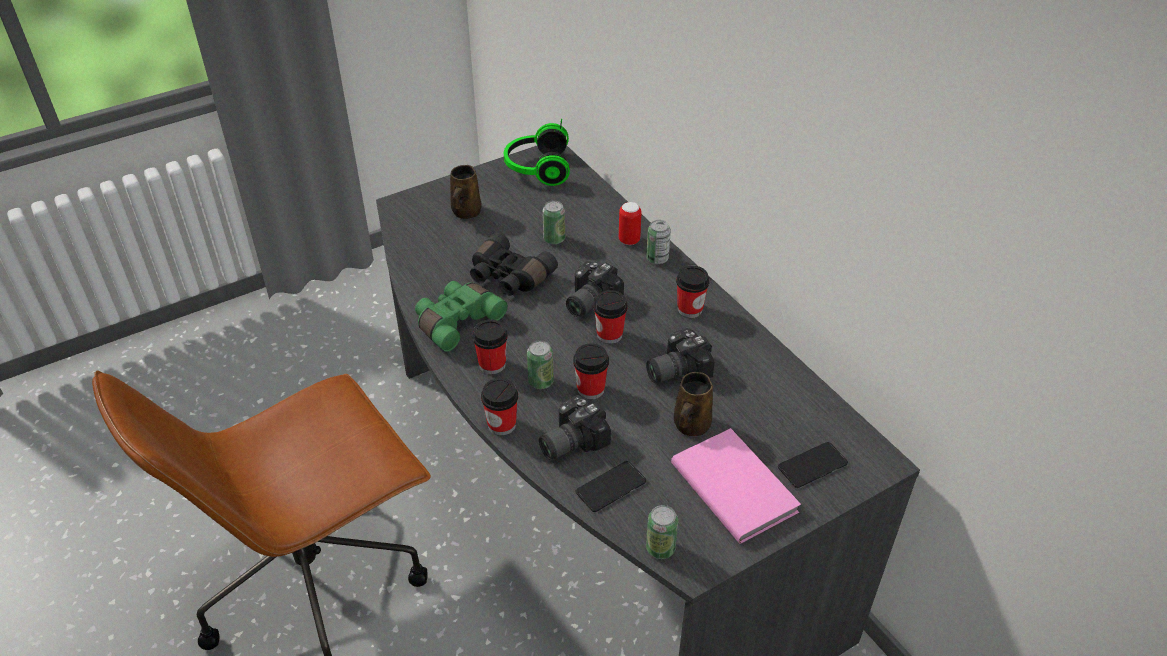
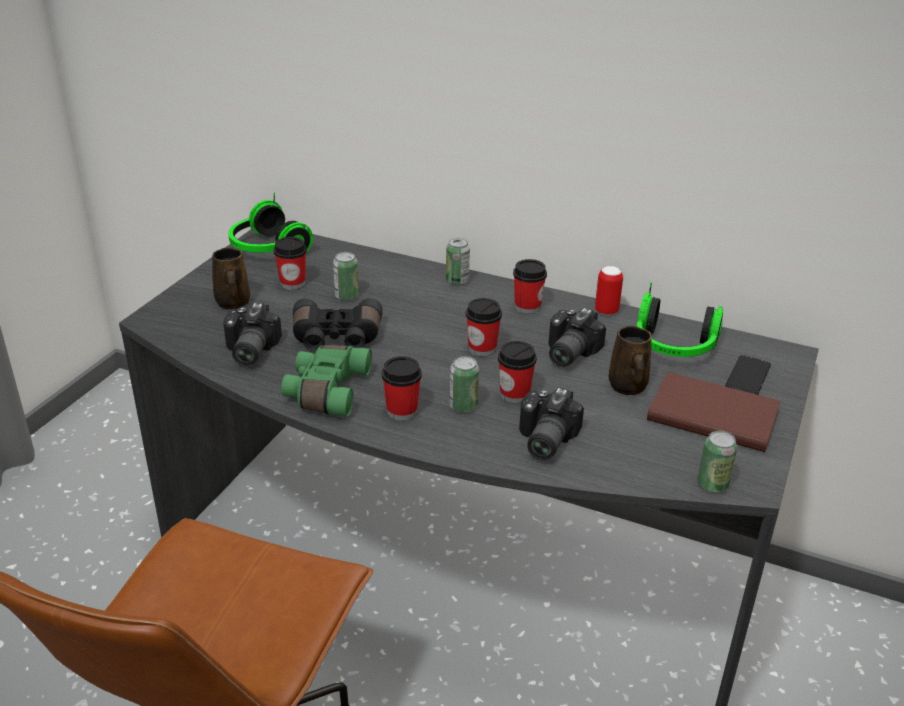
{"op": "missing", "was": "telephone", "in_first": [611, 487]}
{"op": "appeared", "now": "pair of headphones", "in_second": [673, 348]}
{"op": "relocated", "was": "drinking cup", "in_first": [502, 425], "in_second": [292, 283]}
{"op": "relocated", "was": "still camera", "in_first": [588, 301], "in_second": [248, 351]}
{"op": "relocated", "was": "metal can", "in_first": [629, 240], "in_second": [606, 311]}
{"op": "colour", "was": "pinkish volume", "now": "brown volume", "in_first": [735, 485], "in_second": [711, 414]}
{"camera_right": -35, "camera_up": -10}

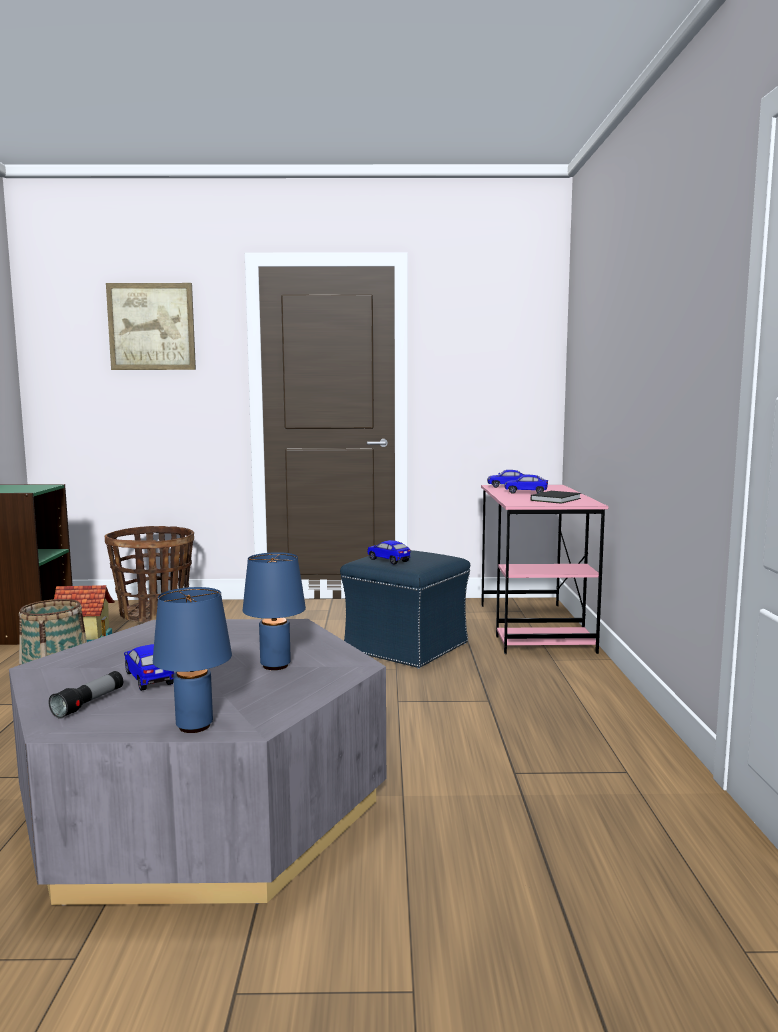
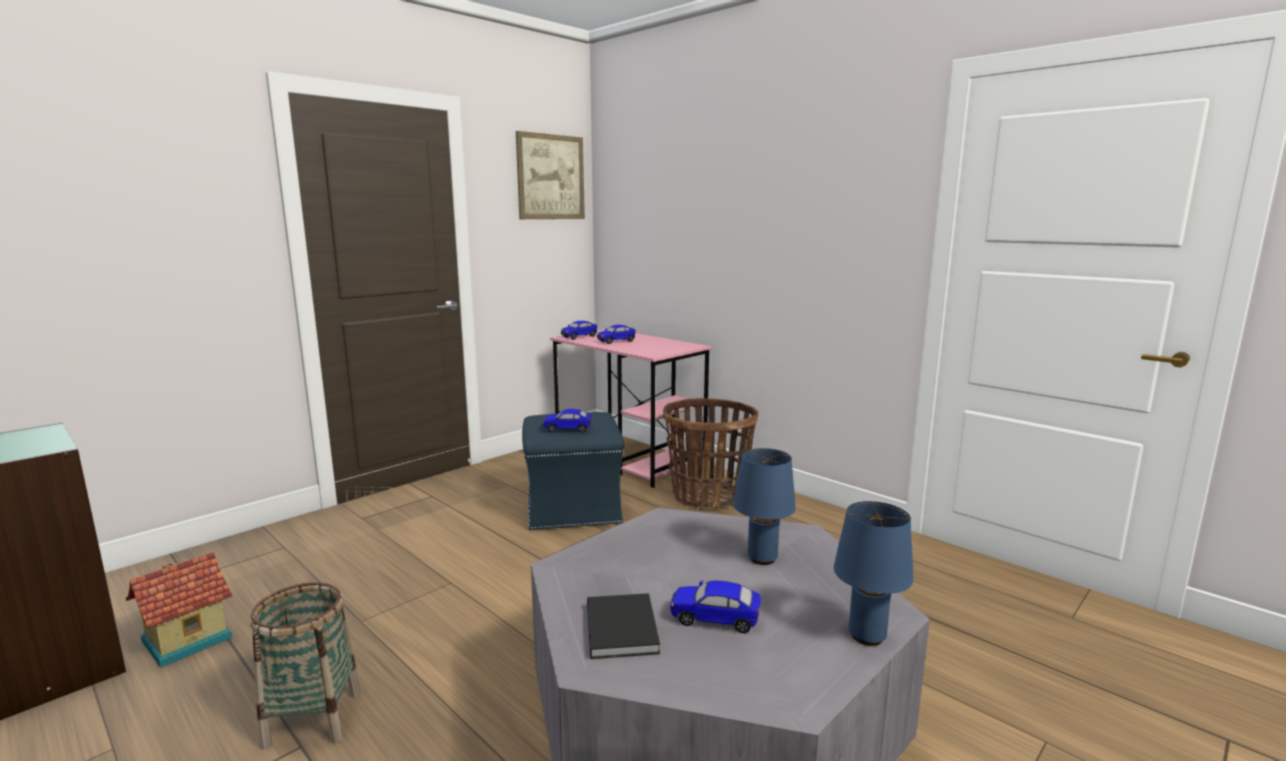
{"op": "missing", "was": "hand torch", "in_first": [89, 704]}
{"op": "relocated", "was": "basket", "in_first": [154, 615], "in_second": [707, 496]}
{"op": "relocated", "was": "wall art", "in_first": [151, 327], "in_second": [551, 177]}
{"op": "relocated", "was": "black-coloured volume", "in_first": [557, 499], "in_second": [622, 627]}
{"camera_right": -45, "camera_up": 5}

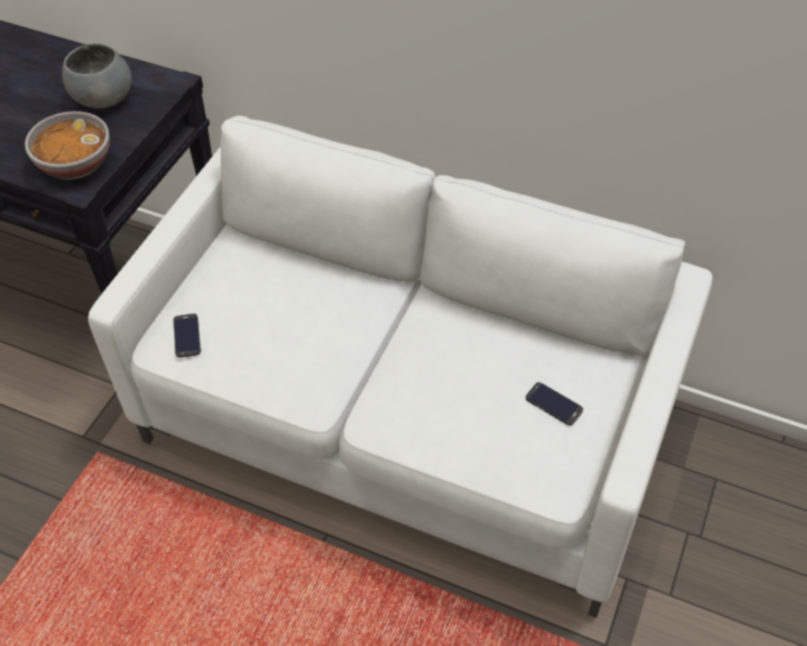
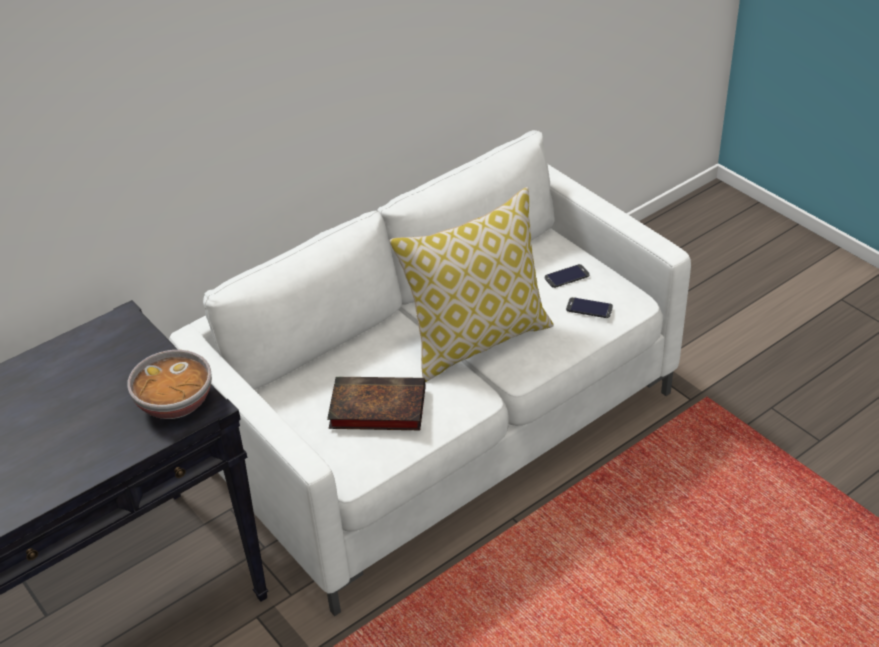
{"op": "missing", "was": "greyish serving bowl", "in_first": [103, 98]}
{"op": "appeared", "now": "volume", "in_second": [375, 409]}
{"op": "appeared", "now": "pillow", "in_second": [477, 339]}
{"op": "relocated", "was": "telephone", "in_first": [187, 335], "in_second": [589, 308]}
{"camera_right": -60, "camera_up": -10}

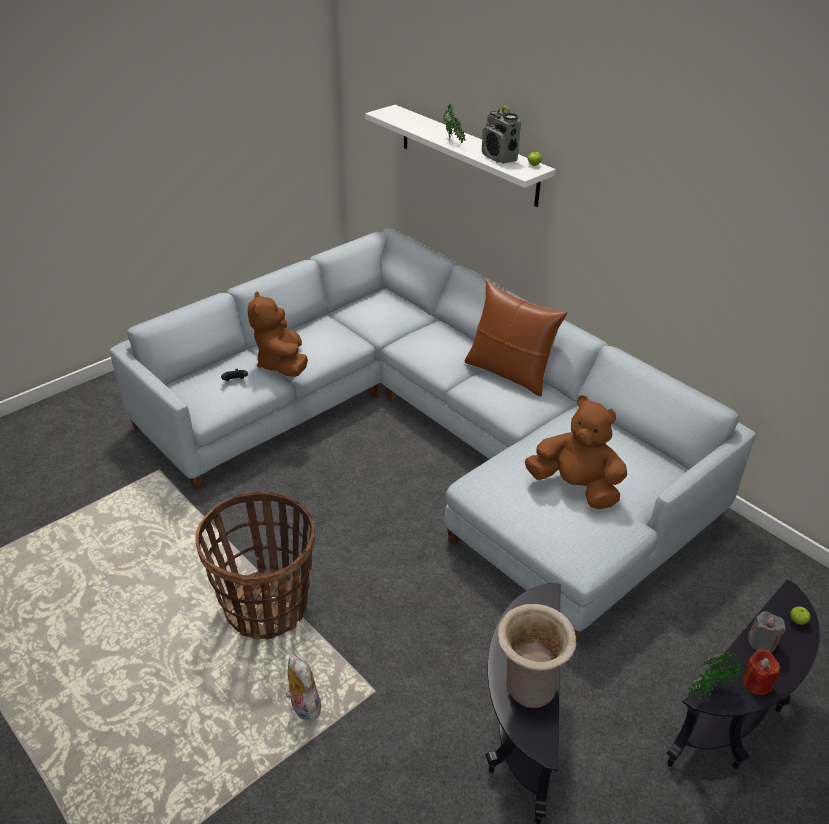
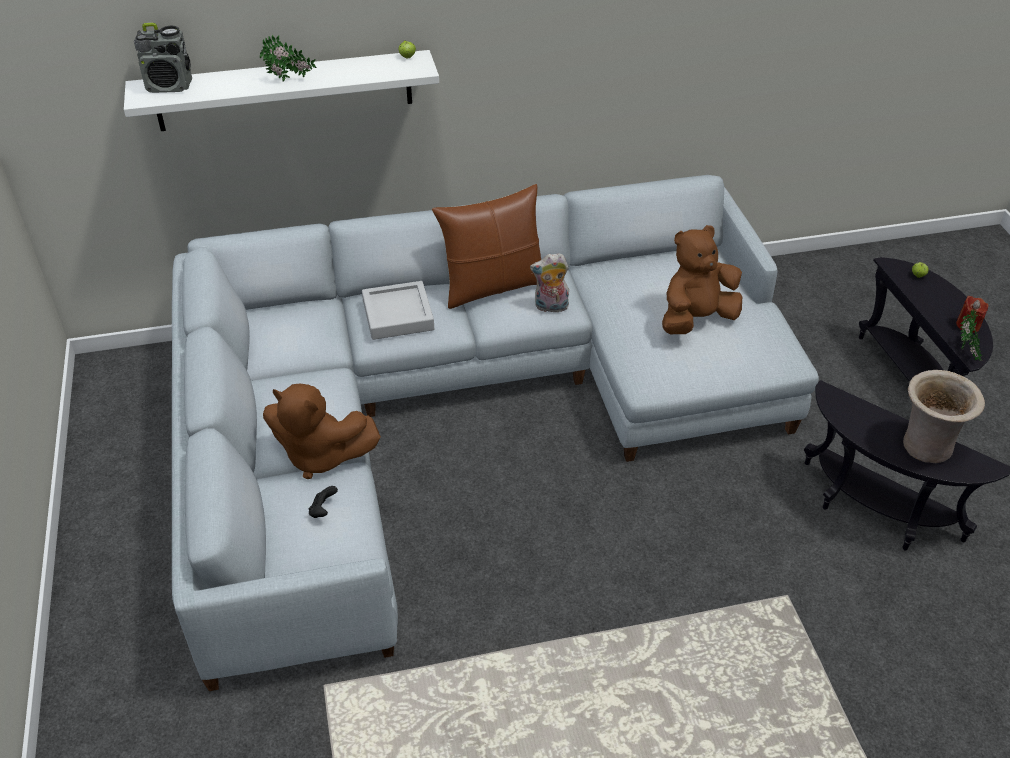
{"op": "missing", "was": "basket", "in_first": [266, 607]}
{"op": "missing", "was": "greyish wax candle", "in_first": [762, 642]}
{"op": "appeared", "now": "greyish carrying tray", "in_second": [398, 315]}
{"op": "relocated", "was": "plush toy", "in_first": [303, 706], "in_second": [550, 307]}
{"op": "relocated", "was": "radio", "in_first": [499, 158], "in_second": [170, 86]}
{"camera_right": -60, "camera_up": 5}

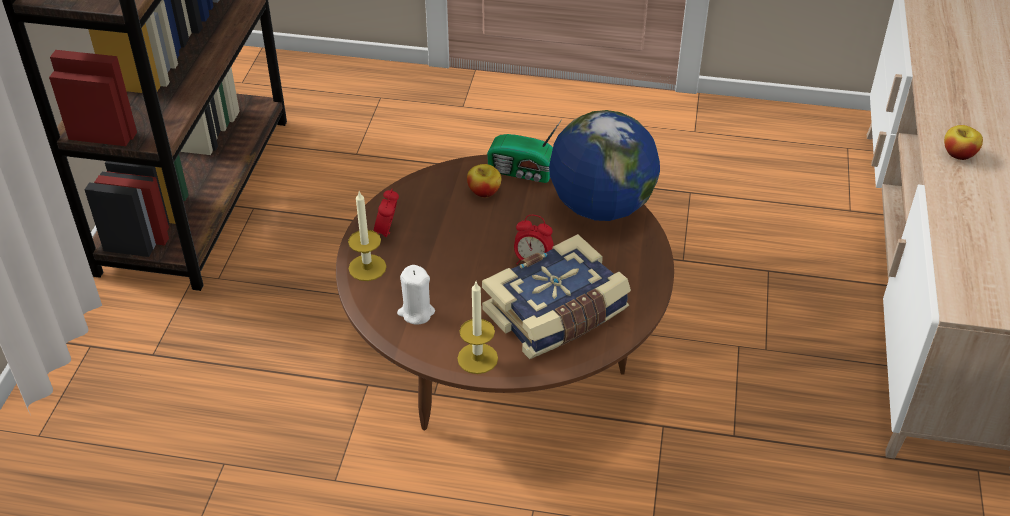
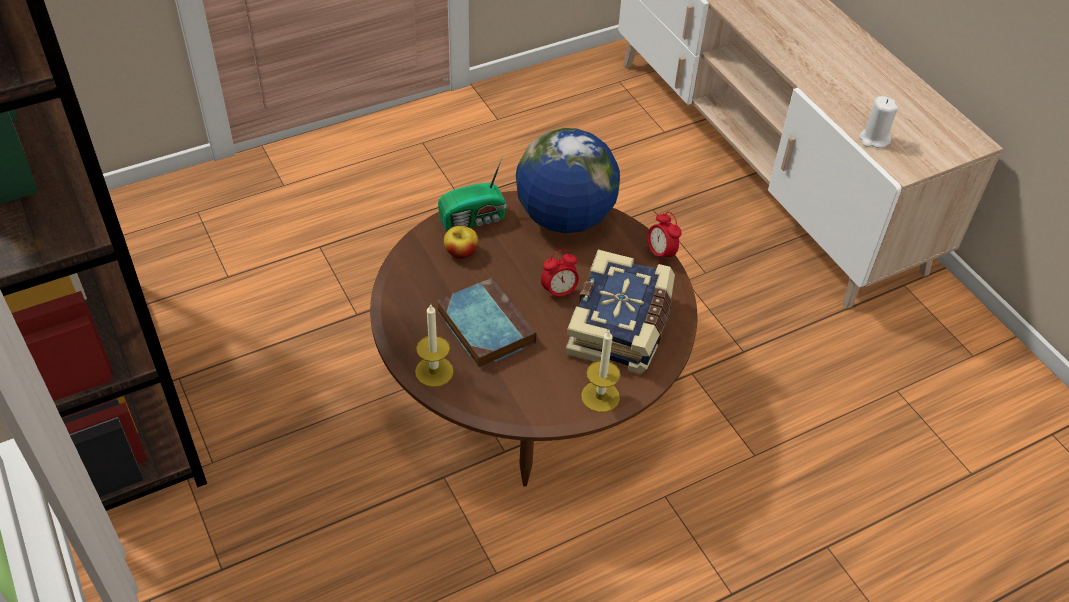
{"op": "missing", "was": "whole apple", "in_first": [958, 154]}
{"op": "appeared", "now": "volume", "in_second": [484, 326]}
{"op": "relocated", "was": "table clock", "in_first": [387, 233], "in_second": [660, 253]}
{"op": "relocated", "was": "white-coloured wax candle", "in_first": [416, 312], "in_second": [874, 139]}
{"camera_right": -40, "camera_up": 5}

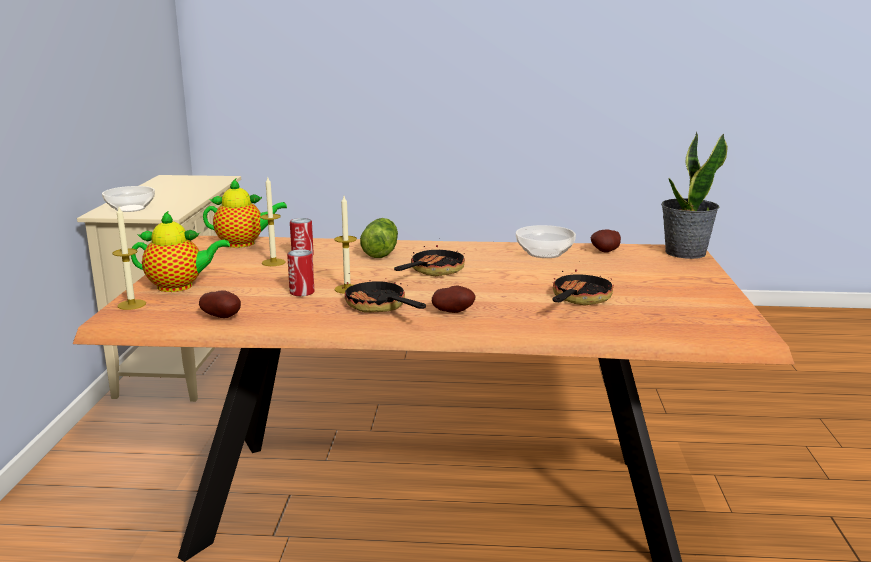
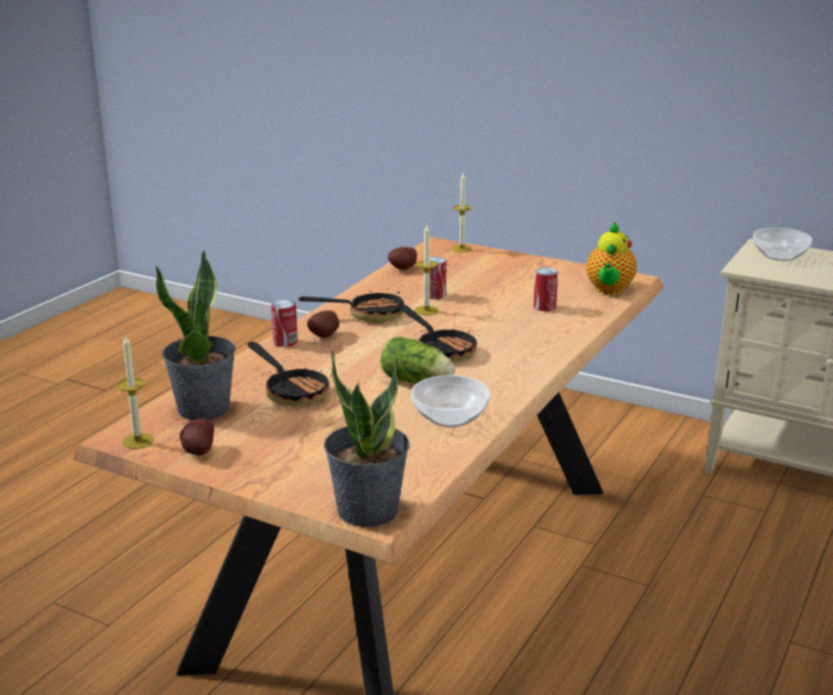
{"op": "missing", "was": "teapot", "in_first": [179, 286]}
{"op": "appeared", "now": "houseplant", "in_second": [204, 409]}
{"op": "appeared", "now": "metal can", "in_second": [285, 342]}
{"op": "relocated", "was": "wax candle", "in_first": [273, 262], "in_second": [138, 441]}
{"op": "relocated", "was": "lettuce", "in_first": [381, 251], "in_second": [418, 382]}
{"op": "relocated", "was": "potato", "in_first": [606, 252], "in_second": [197, 452]}
{"camera_right": 115, "camera_up": 5}

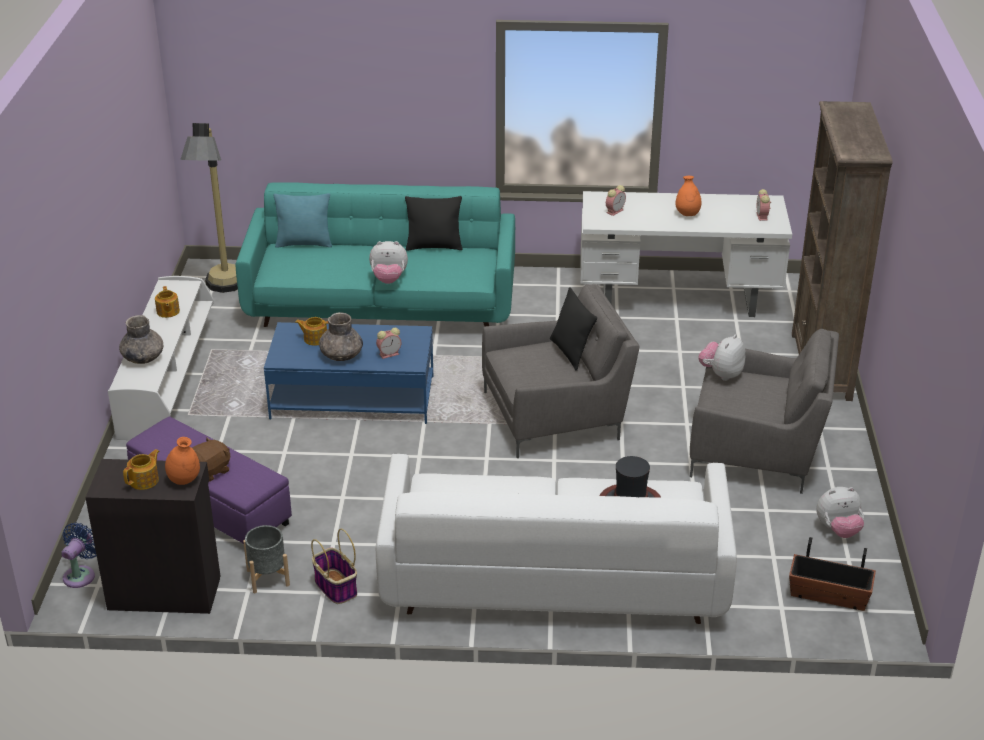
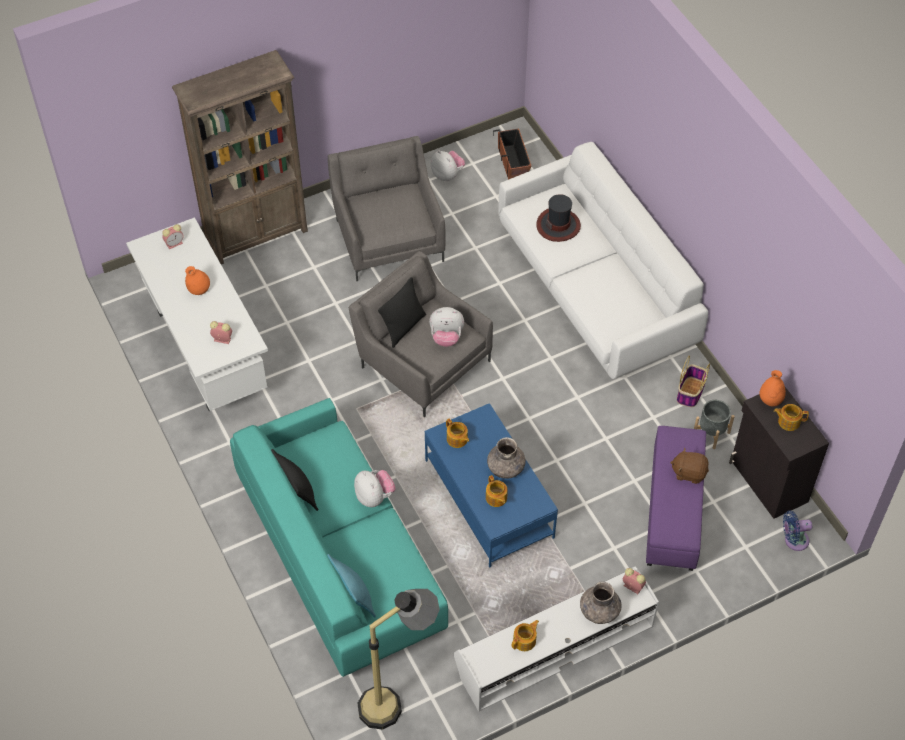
{"op": "appeared", "now": "teapot", "in_second": [457, 439]}
{"op": "relocated", "was": "table clock", "in_first": [389, 354], "in_second": [632, 586]}
{"op": "relocated", "was": "plush toy", "in_first": [721, 374], "in_second": [446, 337]}
{"camera_right": -120, "camera_up": 20}

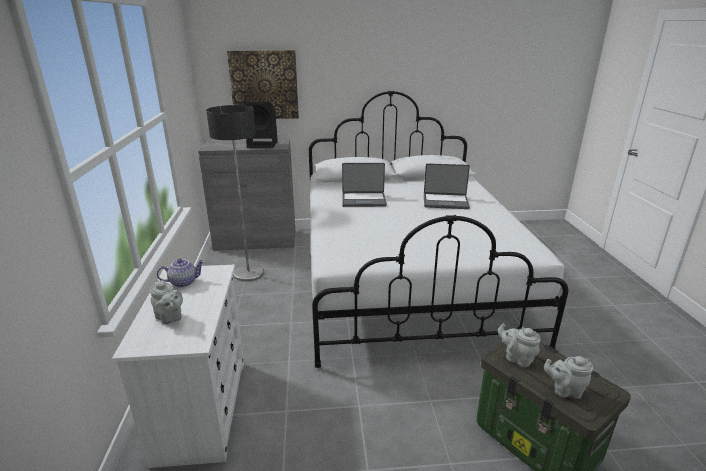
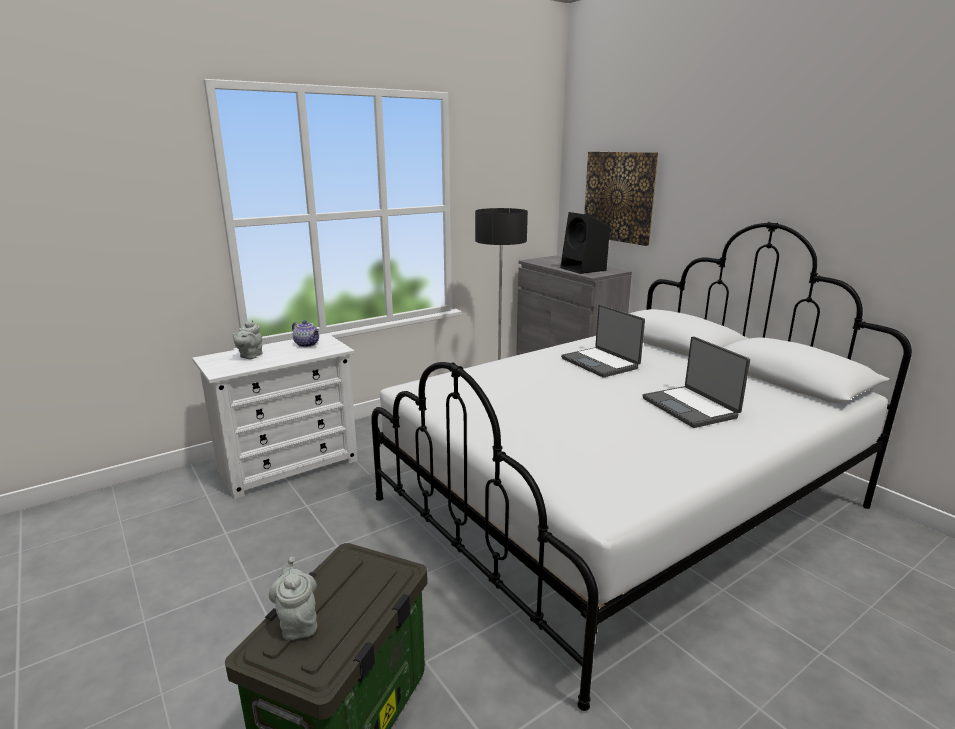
{"op": "missing", "was": "greyish teapot", "in_first": [517, 358]}
{"camera_right": 60, "camera_up": -5}

